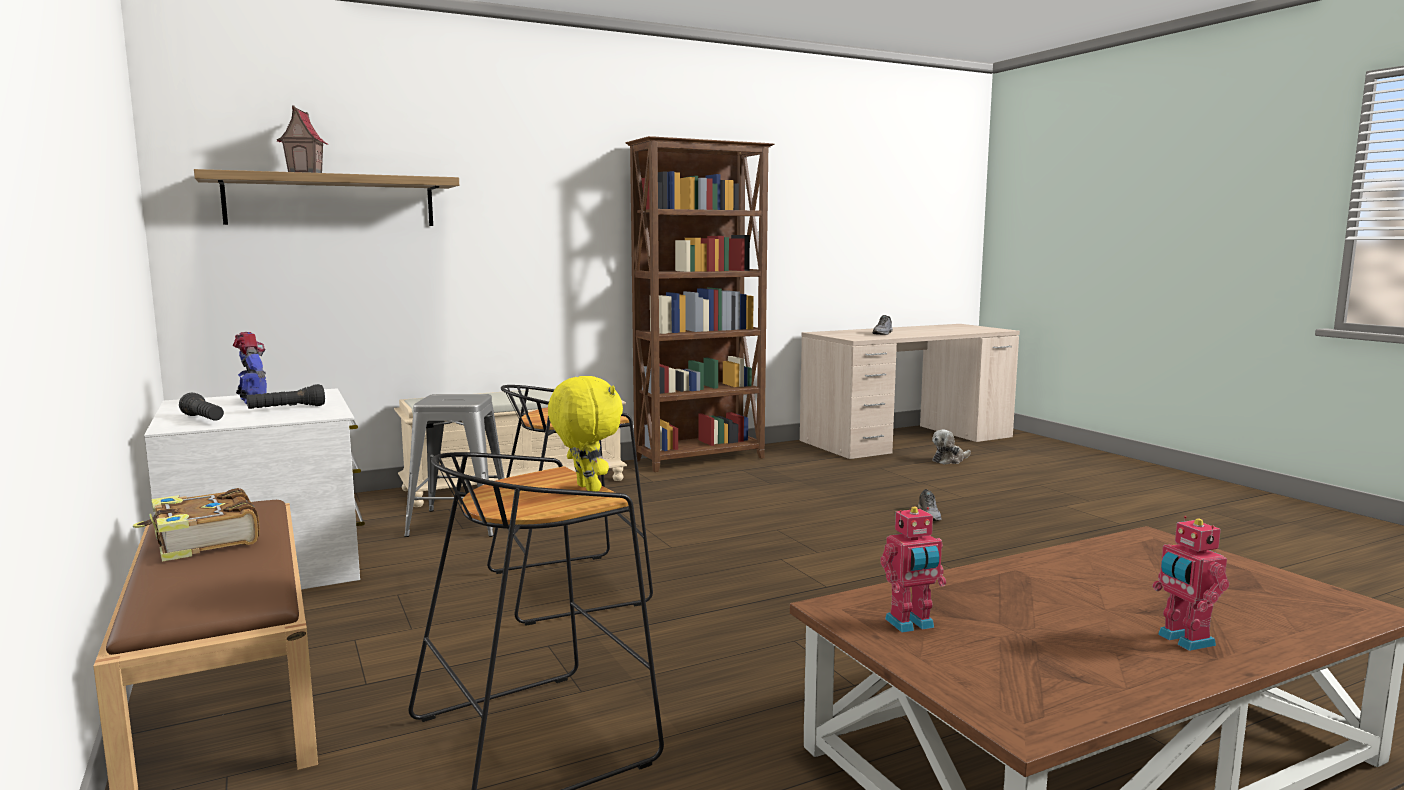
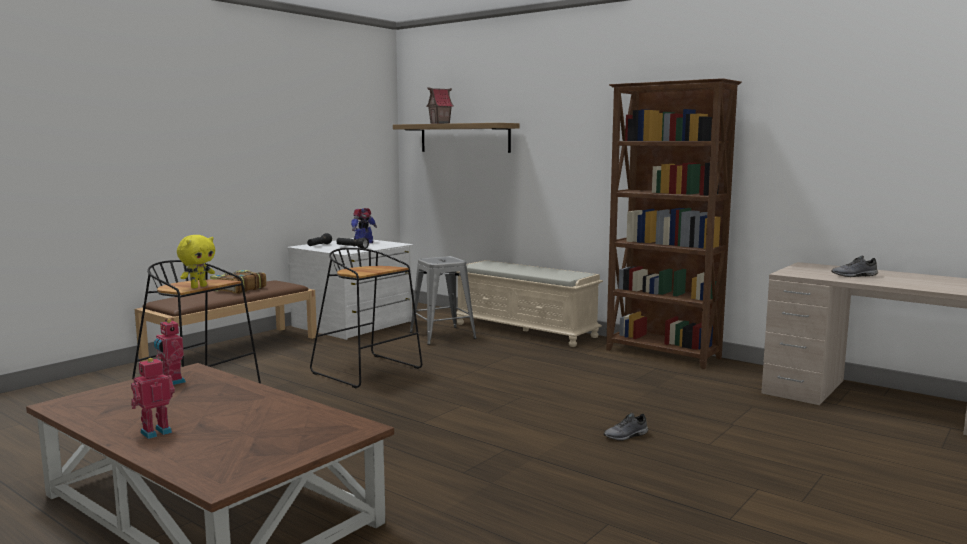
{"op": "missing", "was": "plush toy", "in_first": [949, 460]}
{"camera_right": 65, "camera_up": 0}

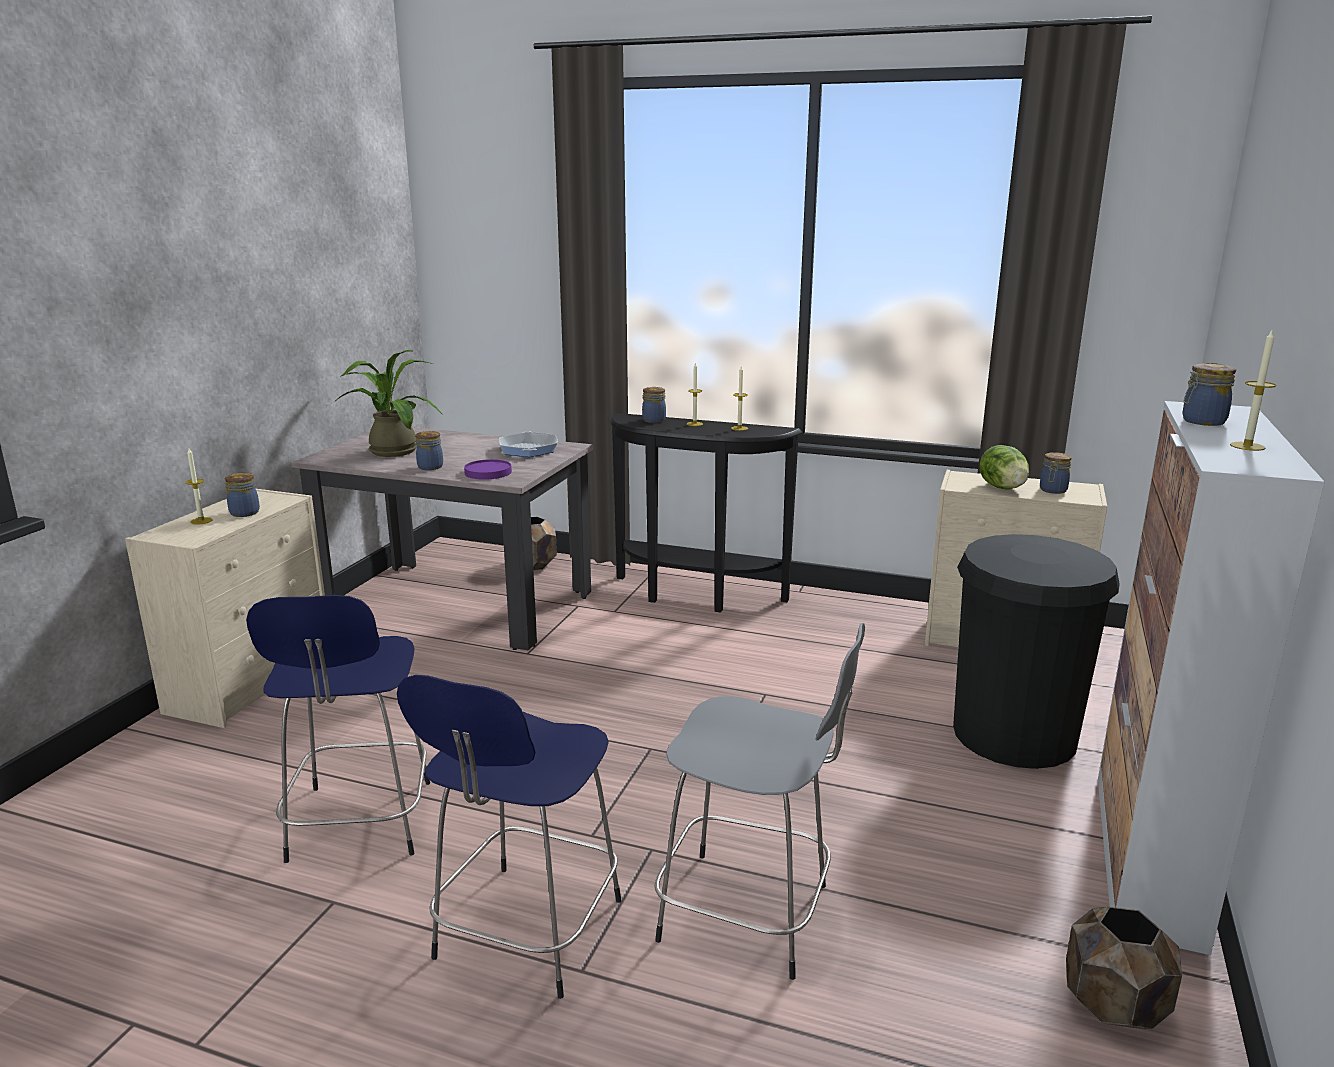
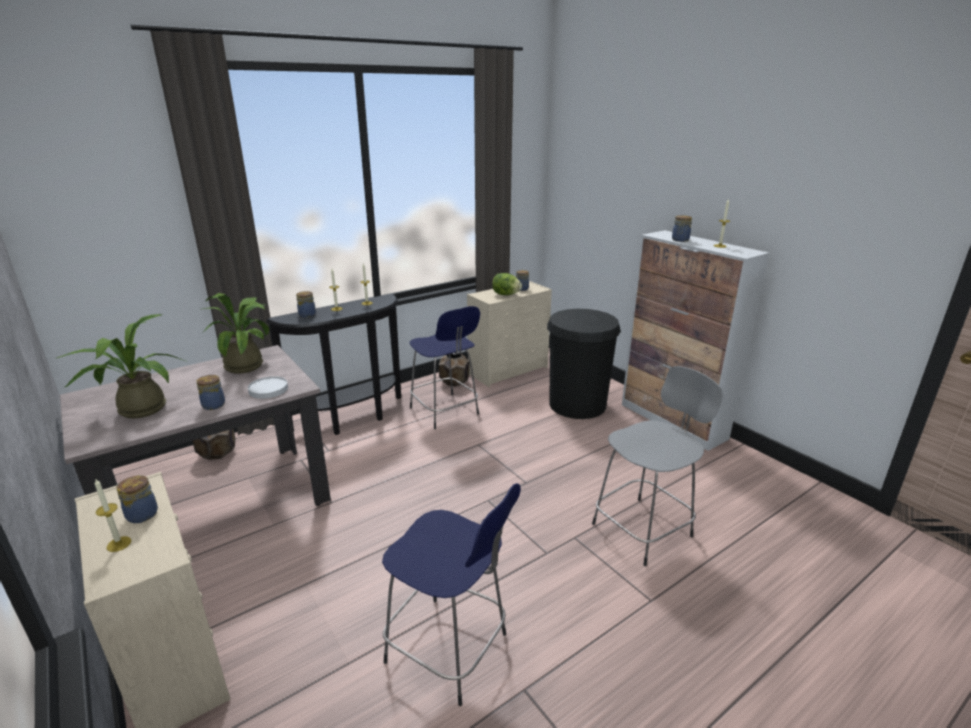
{"op": "relocated", "was": "blue sitting stool", "in_first": [526, 933], "in_second": [445, 412]}
{"op": "relocated", "was": "brown plant pot", "in_first": [1112, 1005], "in_second": [454, 382]}
{"op": "exchanged", "was": "frying pan", "now": "houseplant", "in_first": [528, 449], "in_second": [247, 364]}
{"op": "colour", "was": "purplish dinner plate", "now": "white-coloured dinner plate", "in_first": [488, 472], "in_second": [268, 389]}
{"camera_right": -55, "camera_up": 5}

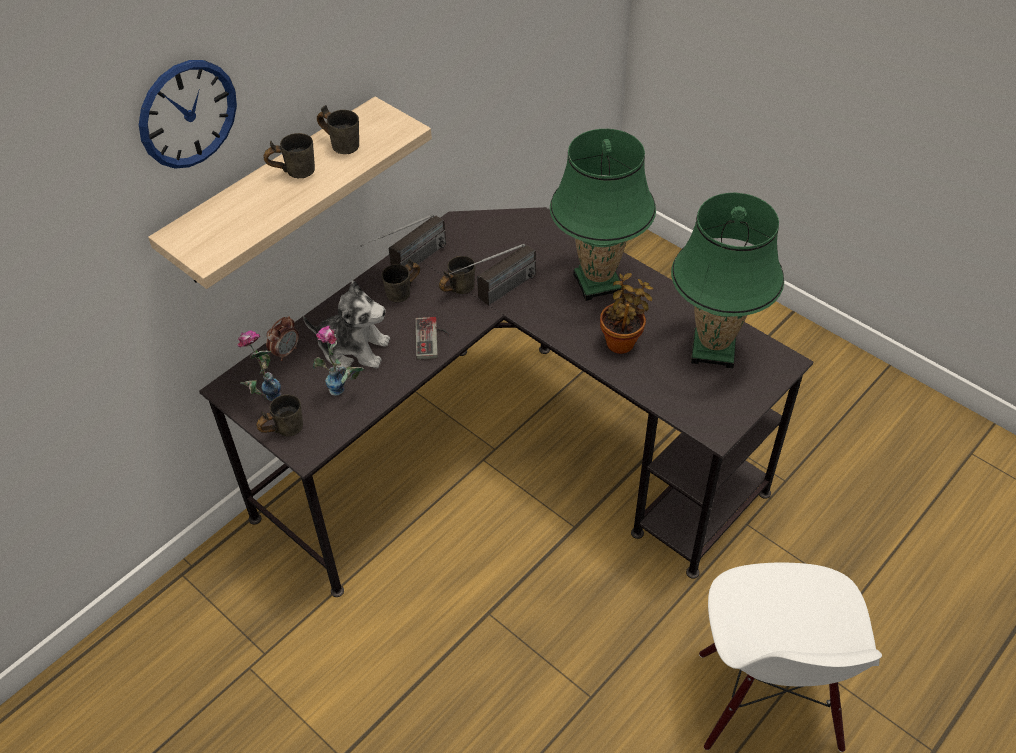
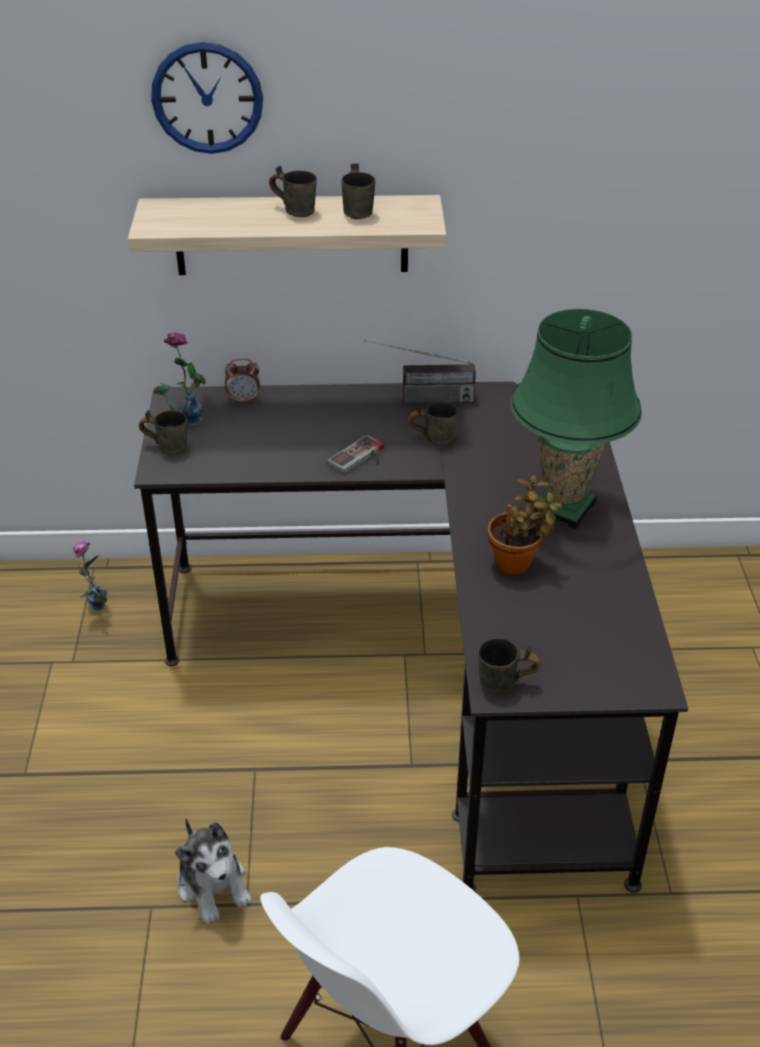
{"op": "missing", "was": "radio", "in_first": [495, 295]}
{"op": "missing", "was": "green-coloured lamp for a table", "in_first": [712, 350]}
{"op": "relocated", "was": "plush toy", "in_first": [353, 348], "in_second": [213, 885]}
{"op": "relocated", "was": "flower vase", "in_first": [344, 395], "in_second": [96, 613]}
{"op": "relocated", "was": "greyish mug", "in_first": [404, 294], "in_second": [505, 686]}
{"camera_right": 45, "camera_up": -10}

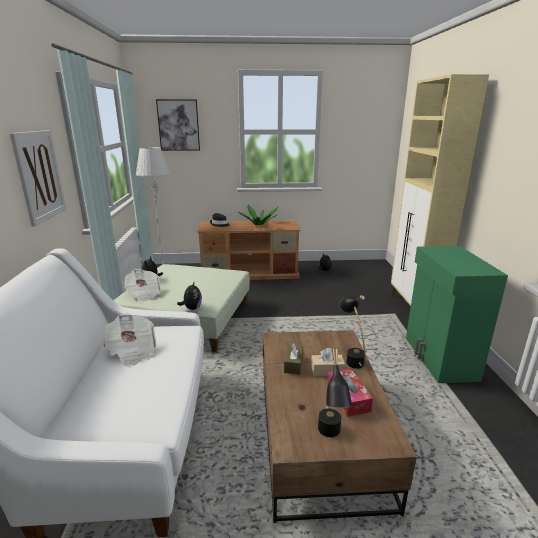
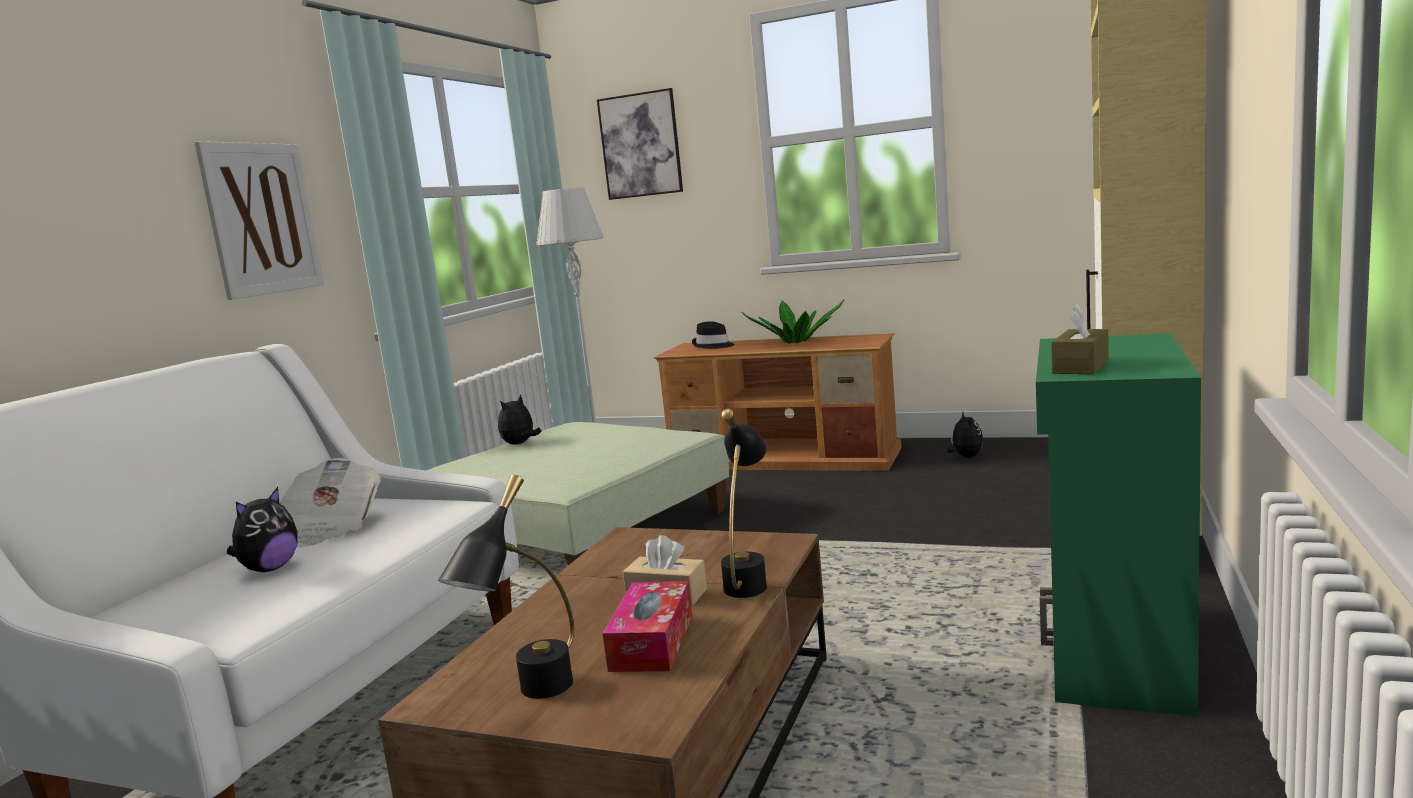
{"op": "missing", "was": "printed paper", "in_first": [144, 294]}
{"op": "relocated", "was": "plush toy", "in_first": [192, 308], "in_second": [269, 569]}
{"op": "relocated", "was": "brown tissue box", "in_first": [293, 364], "in_second": [1080, 366]}
{"camera_right": 25, "camera_up": -10}

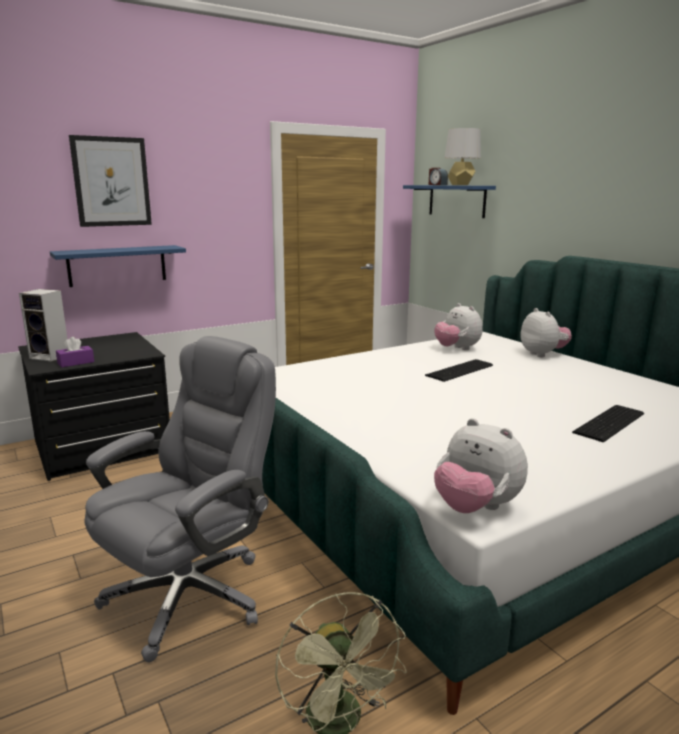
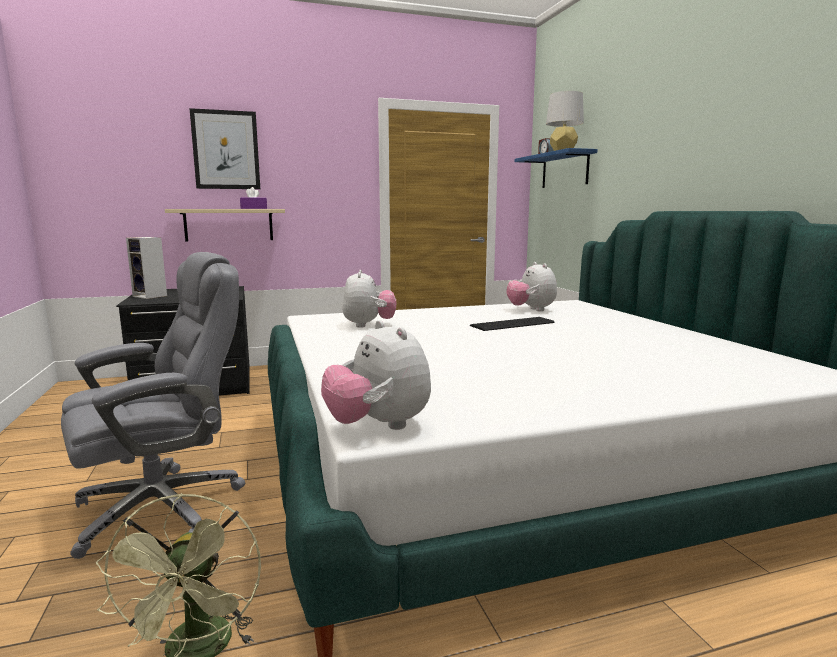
{"op": "missing", "was": "PC keyboard", "in_first": [611, 423]}
{"op": "relocated", "was": "purplish tissue box", "in_first": [76, 362], "in_second": [253, 208]}
{"op": "relocated", "was": "plush toy", "in_first": [542, 354], "in_second": [369, 325]}
{"op": "colour", "was": "blue wall shelf", "now": "beige wall shelf", "in_first": [117, 265], "in_second": [229, 225]}
{"camera_right": 15, "camera_up": -5}

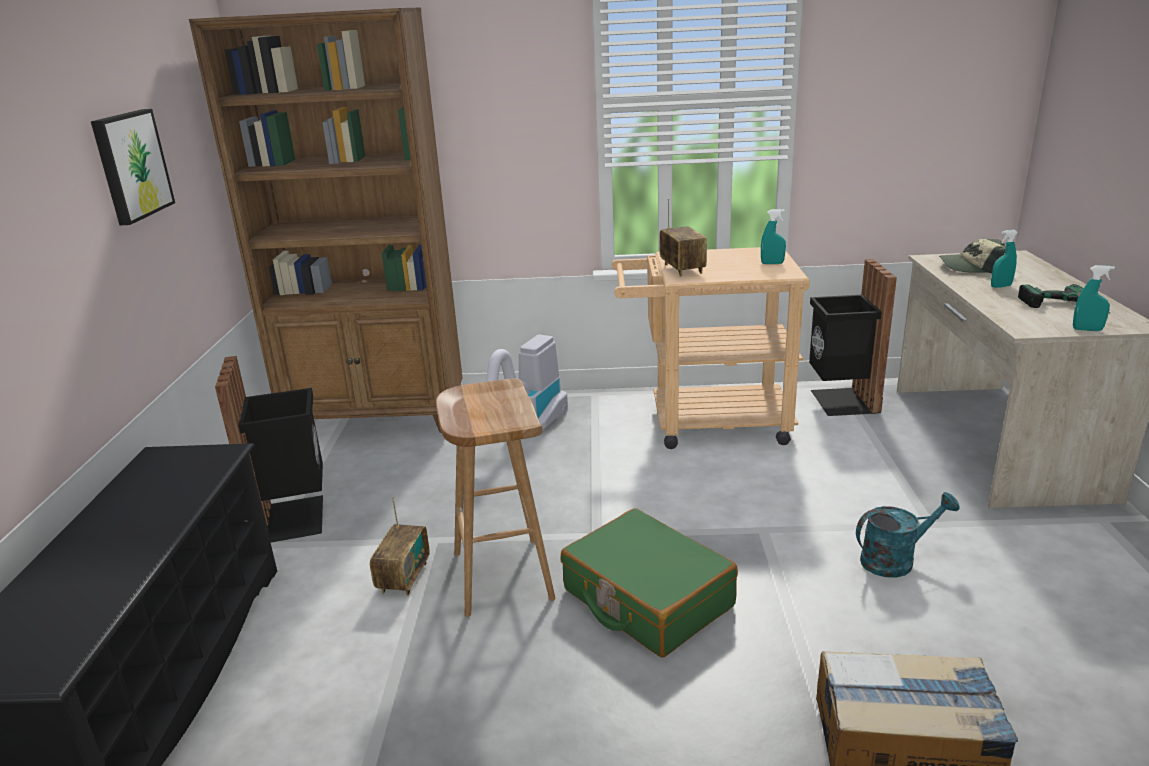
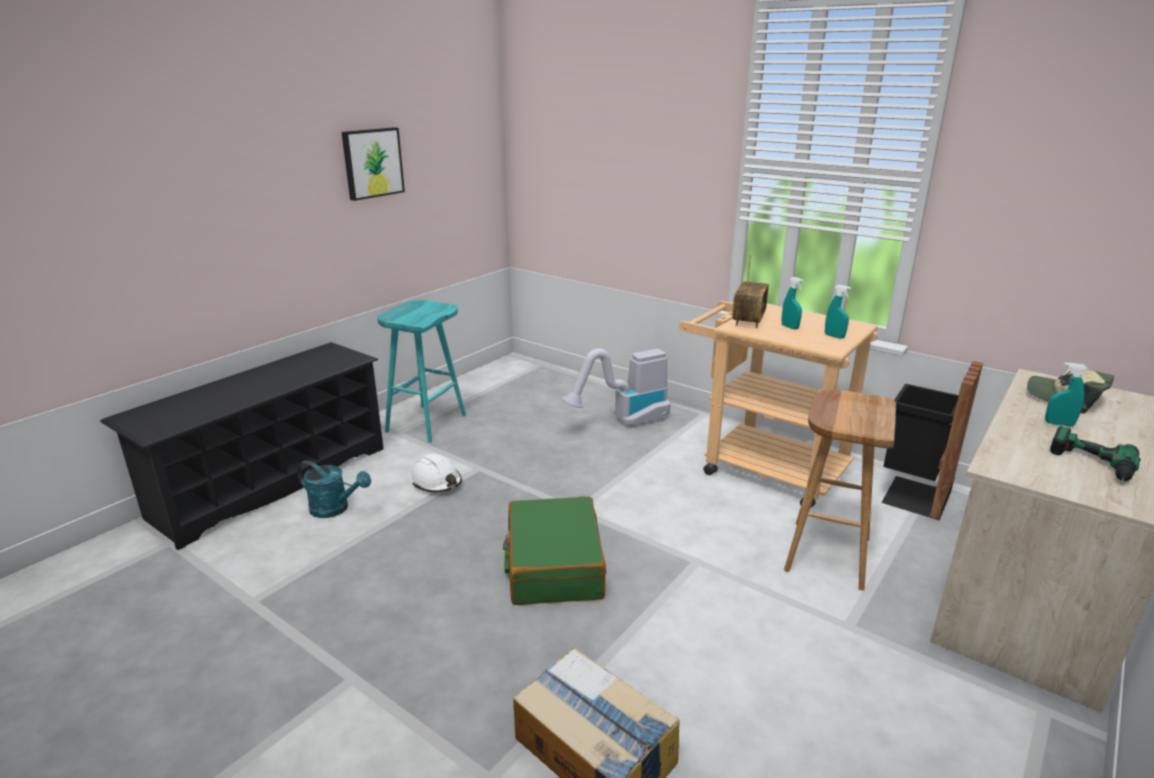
{"op": "missing", "was": "brown bookcase", "in_first": [378, 417]}
{"op": "relocated", "was": "brown sitting stool", "in_first": [501, 575], "in_second": [826, 553]}
{"op": "relocated", "was": "turquoise-coloured watering pot", "in_first": [895, 560], "in_second": [335, 509]}
{"op": "relocated", "was": "turquoise-coloured sprayer", "in_first": [1087, 329], "in_second": [789, 327]}
{"op": "exchanged", "was": "black-coloured waste bin", "now": "turquoise-coloured sitting stool", "in_first": [294, 518], "in_second": [426, 422]}
{"op": "exchanged", "was": "radio", "now": "white-coloured safety helmet", "in_first": [403, 577], "in_second": [437, 482]}
{"camera_right": 35, "camera_up": 0}

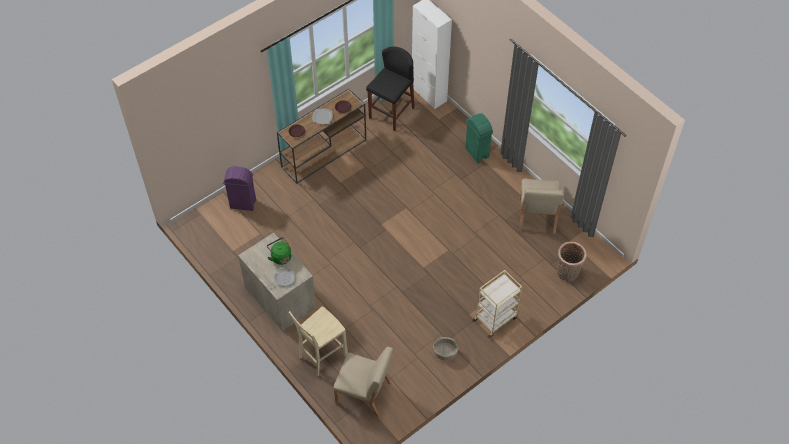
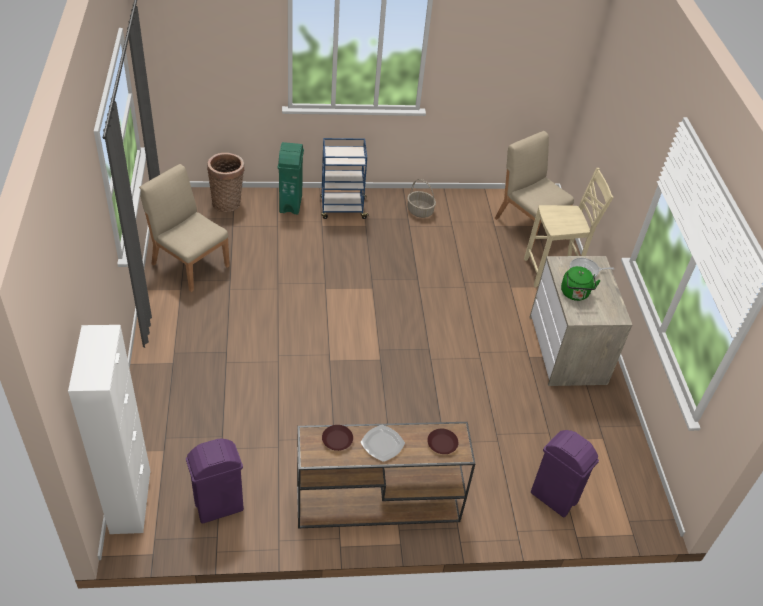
{"op": "relocated", "was": "green-coloured waste bin", "in_first": [477, 153], "in_second": [291, 204]}
{"op": "exchanged", "was": "black-coloured sitting stool", "now": "purplish waste bin", "in_first": [391, 113], "in_second": [218, 506]}
{"op": "colour", "was": "beige wheeled cart", "now": "blue wheeled cart", "in_first": [495, 318], "in_second": [342, 209]}
{"op": "spun", "was": "beige chair", "in_first": [536, 216], "in_second": [190, 264], "clockwise": -90}
{"camera_right": -150, "camera_up": -10}

